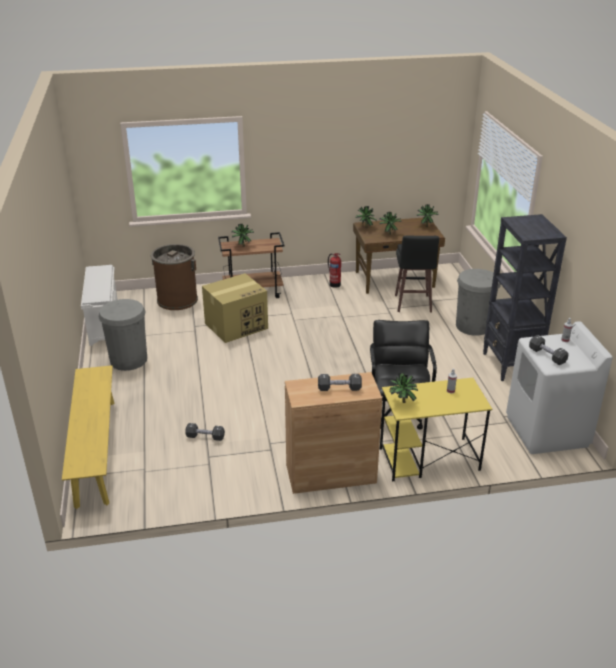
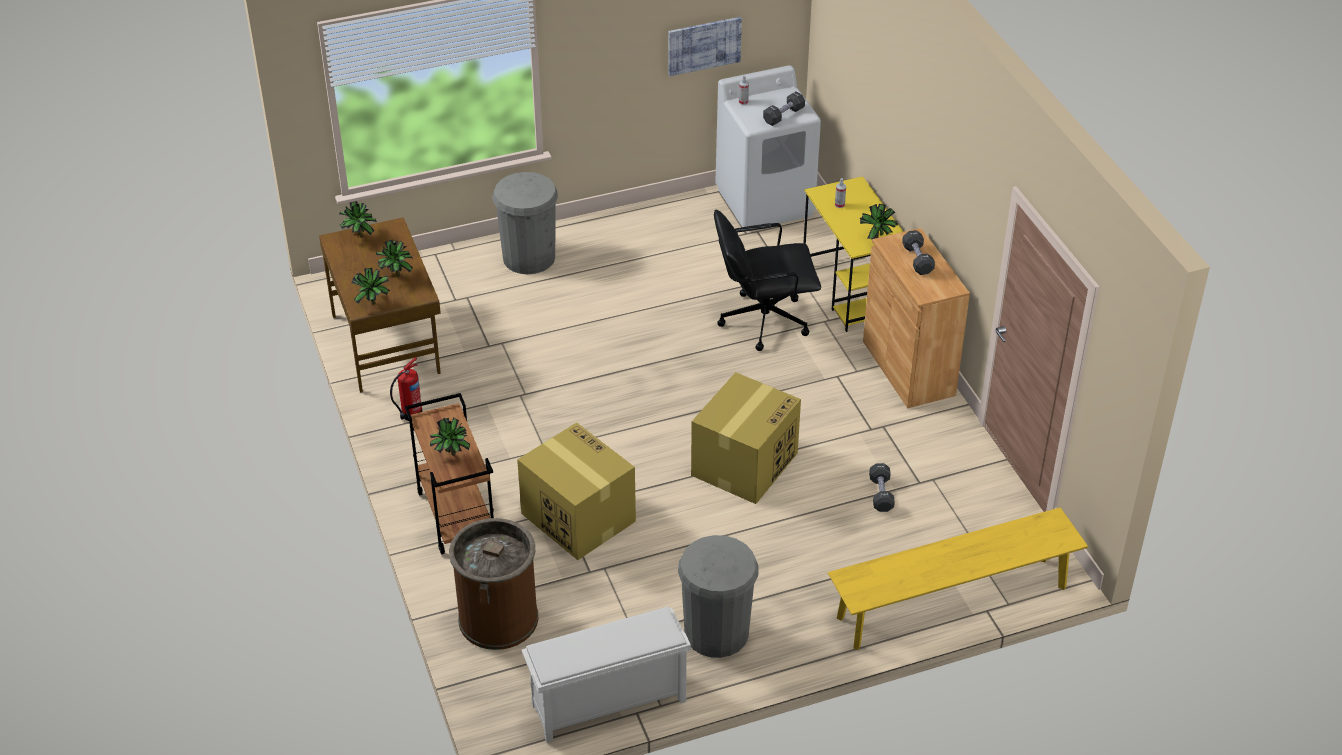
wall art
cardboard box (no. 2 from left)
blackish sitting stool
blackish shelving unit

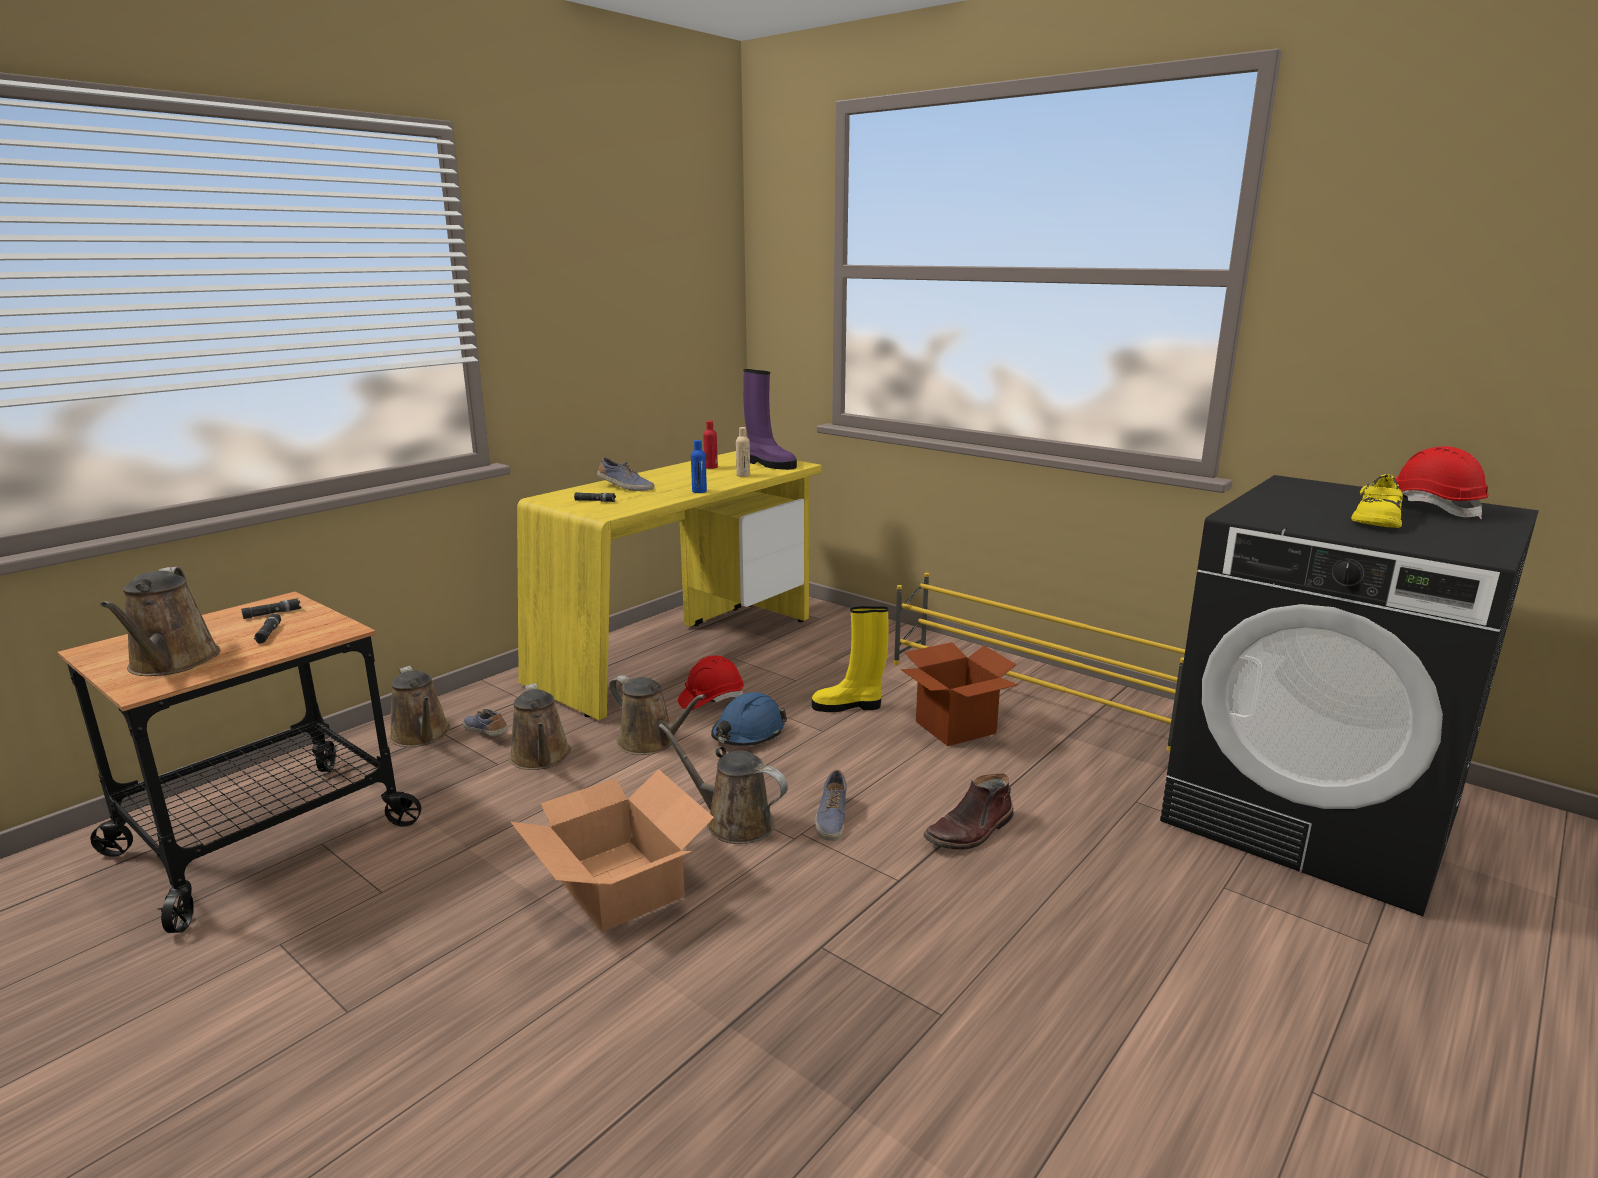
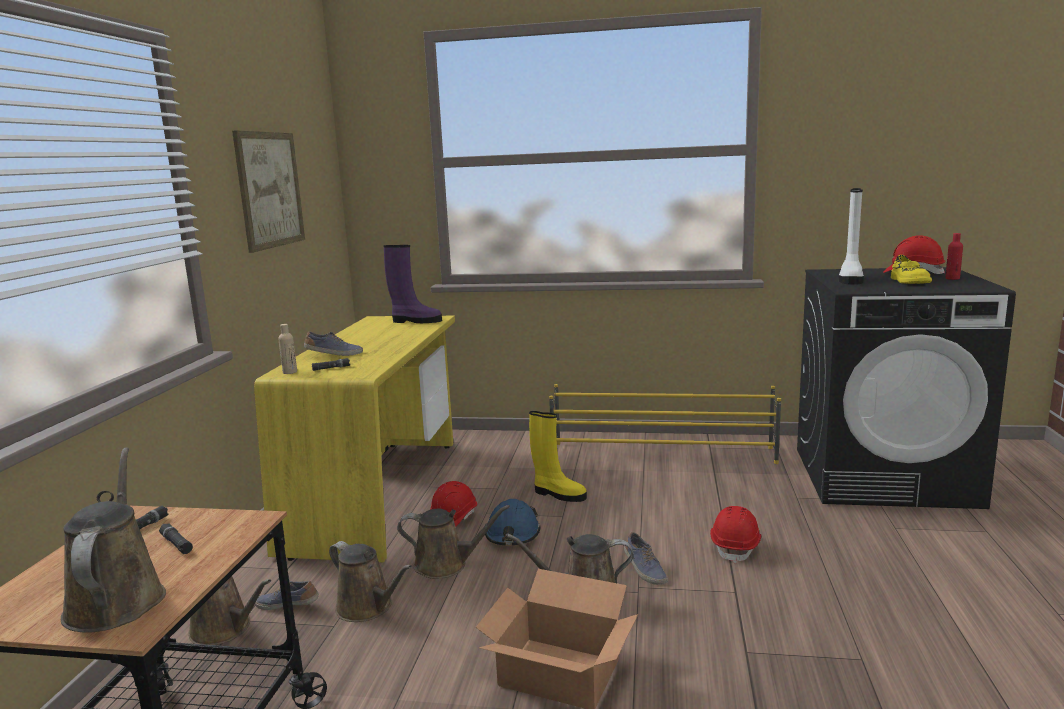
brownish sprinkling can (no. 1 from left)
wall art
beige beverage bottle
yellowish boot
red work helmet (no. 2 from left)
white-coloured boot
red beverage bottle
blue beverage bottle
cardboard box (no. 2 from left in the first image)

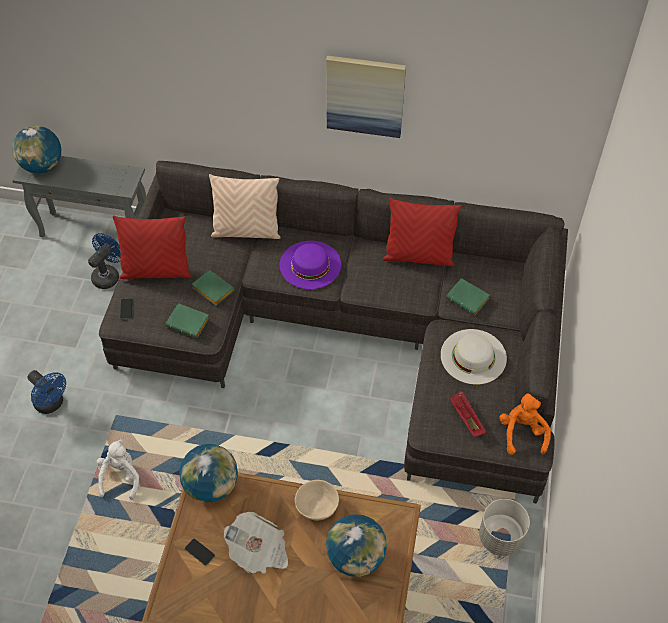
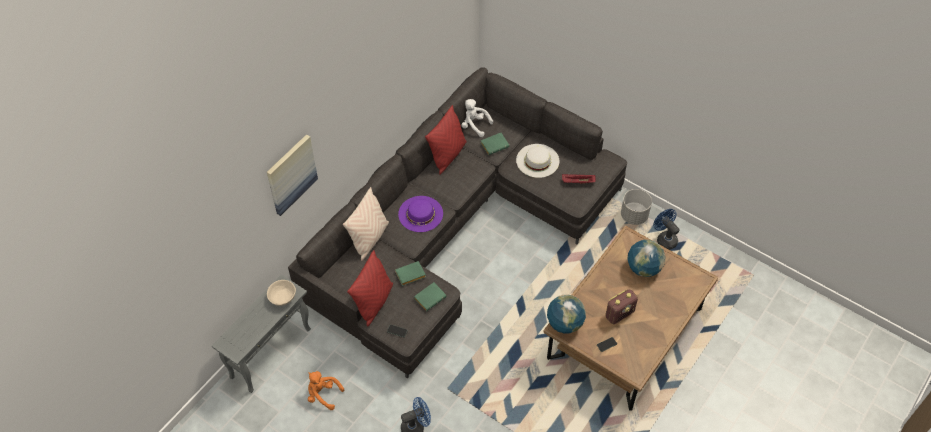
wall art
beige bowl
orangey plush toy
white-coloured plush toy
radio
blue electric fan (no. 2 from left)
world globe (no. 1 from left in the first image)

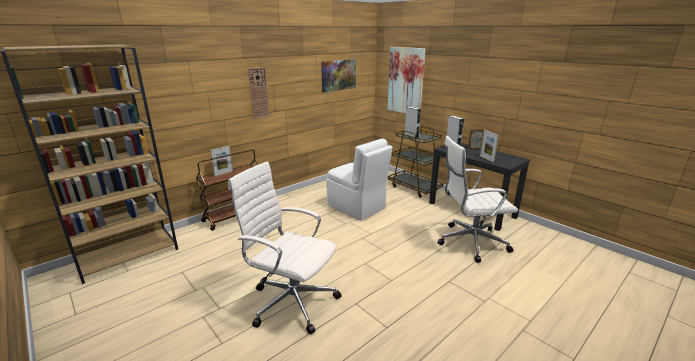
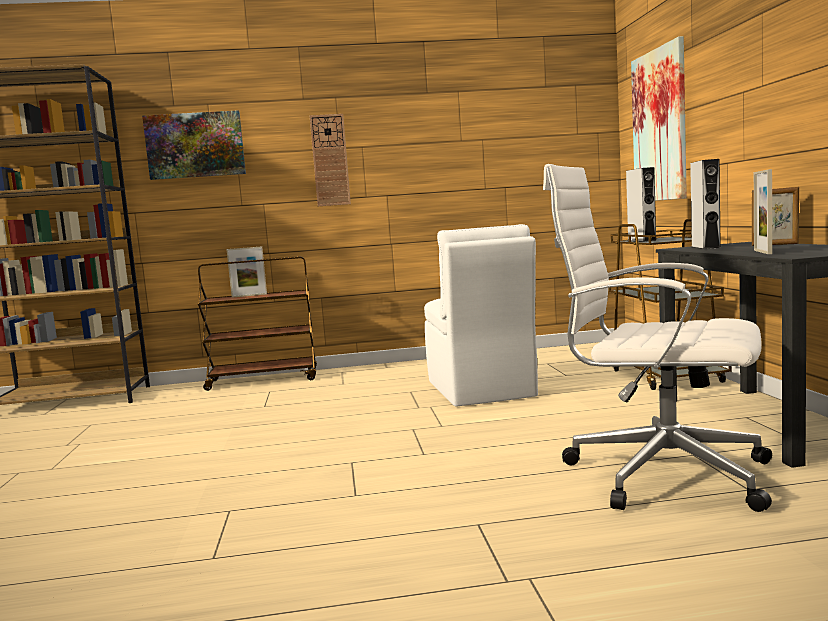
wall art (no. 1 from left)
white-coloured computer chair (no. 1 from left in the first image)

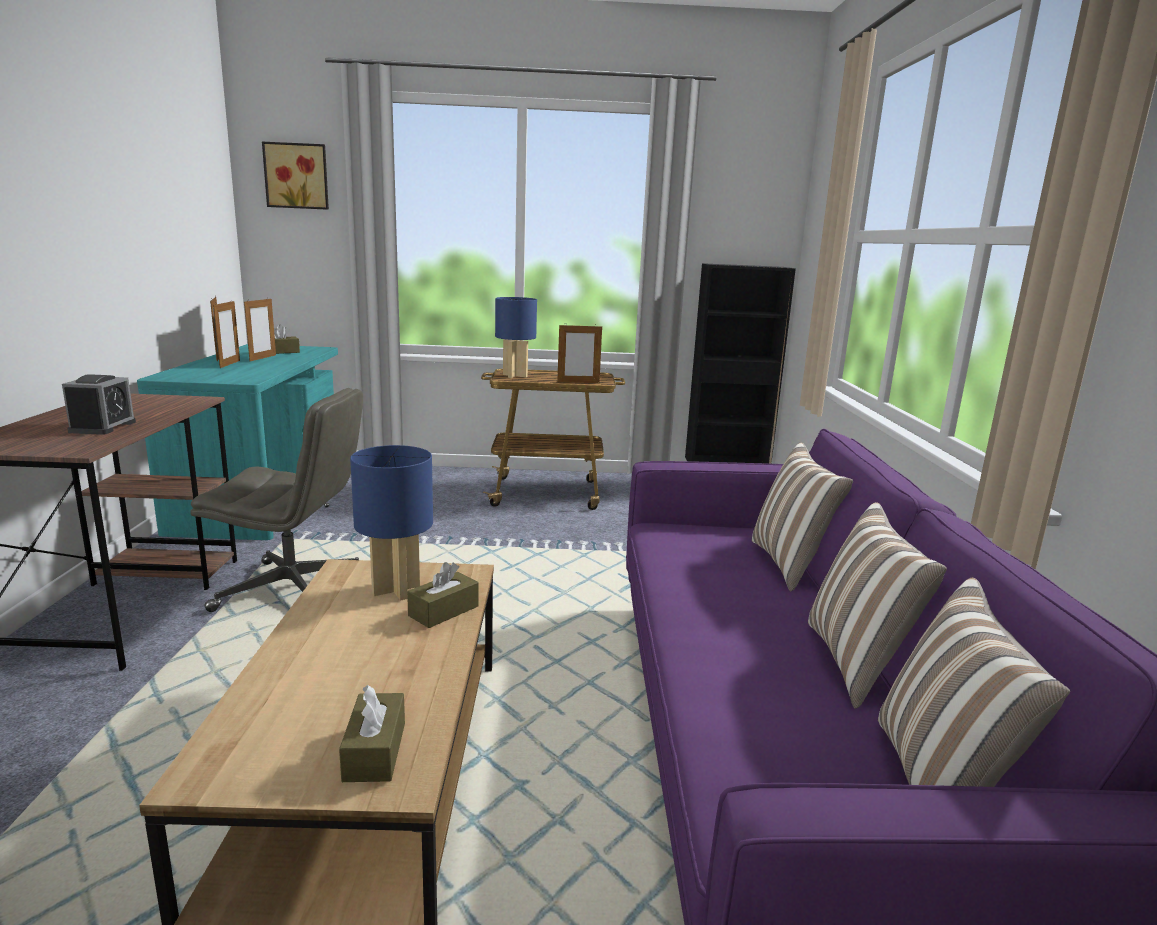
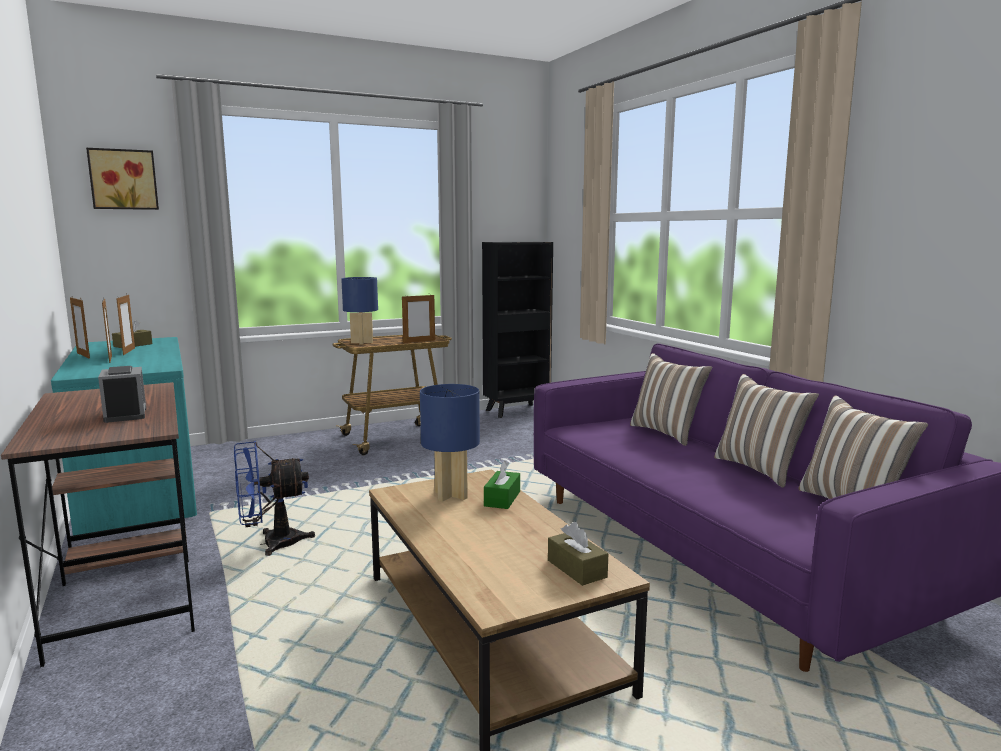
blue electric fan
green box of tissues

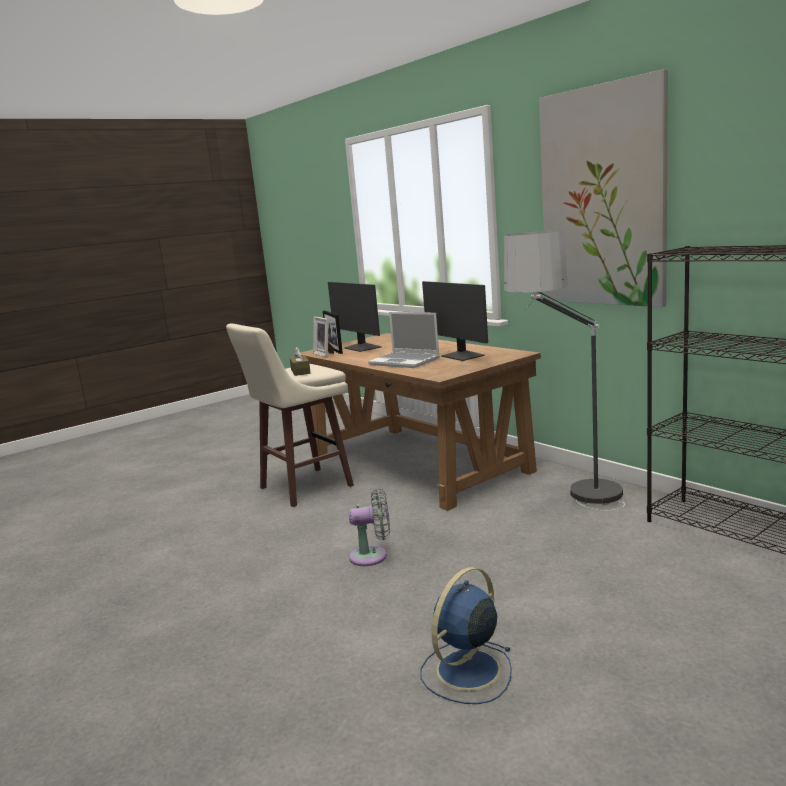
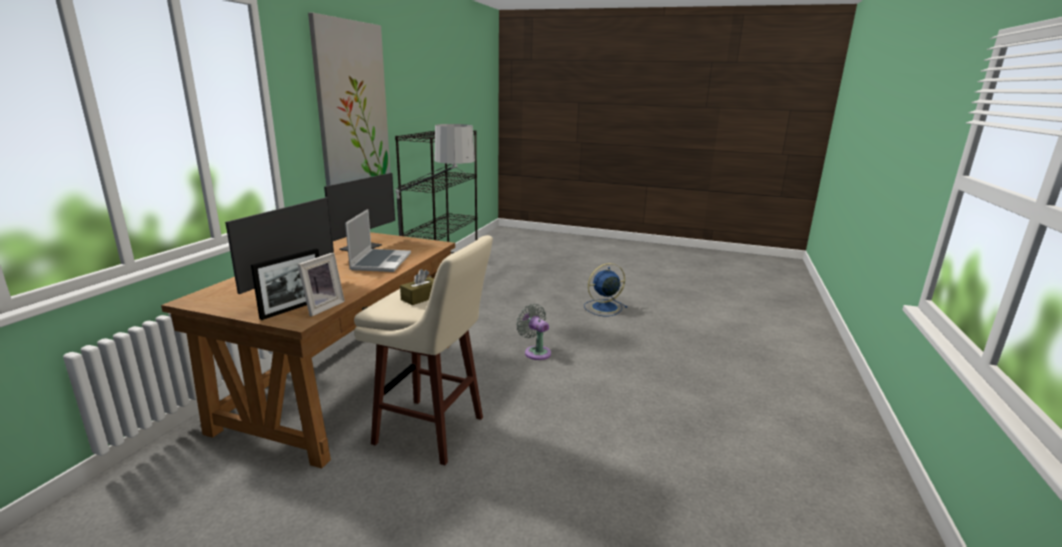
blue electric fan

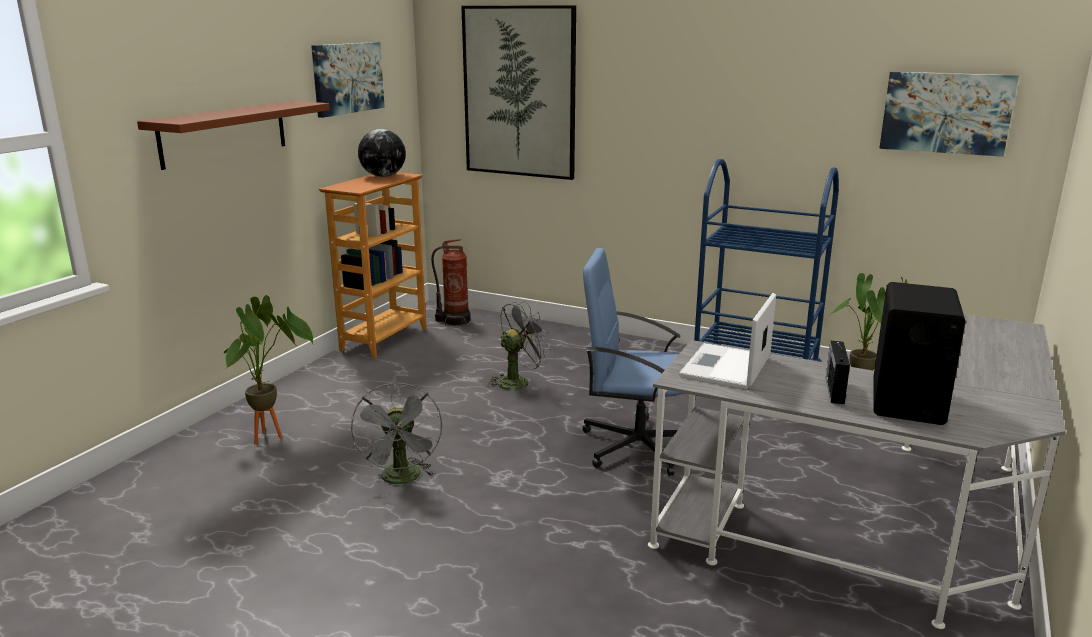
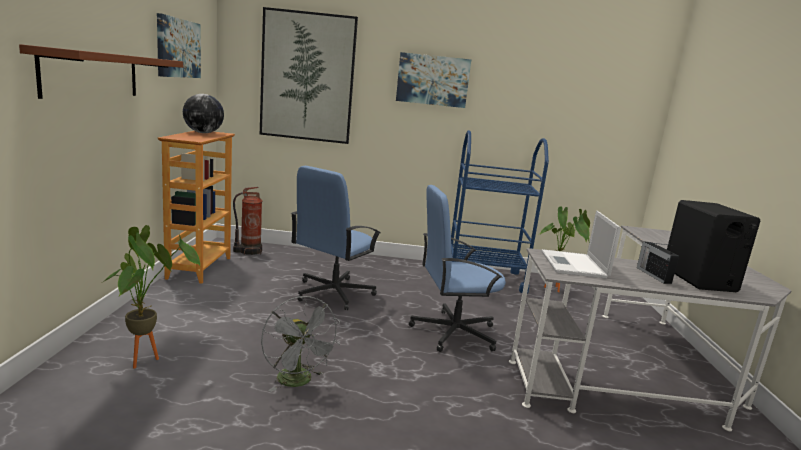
blue computer chair (no. 1 from left)
wall art (no. 3 from left)

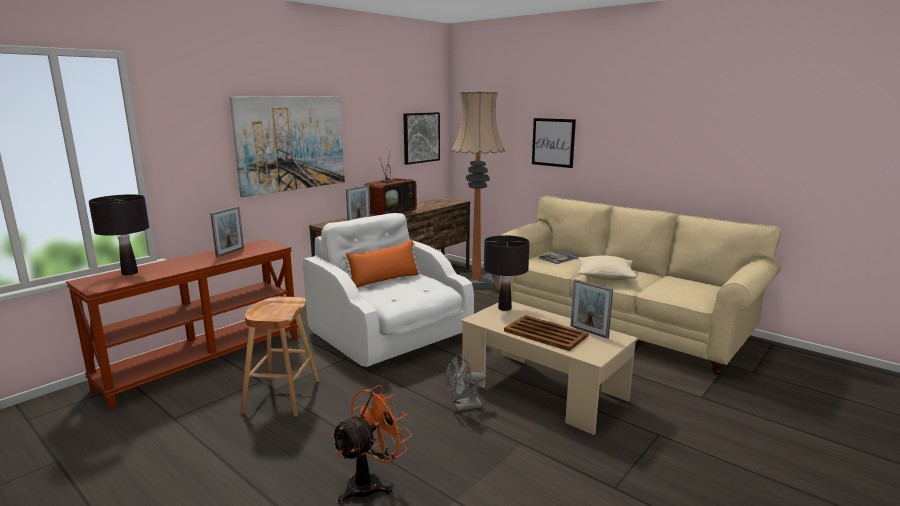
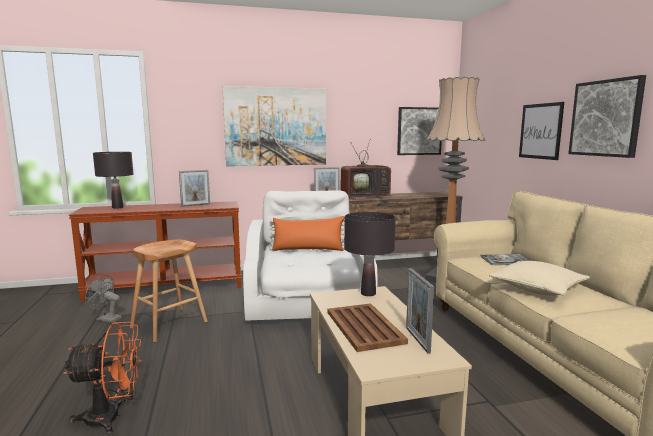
gray electric fan
wall art (no. 4 from left)

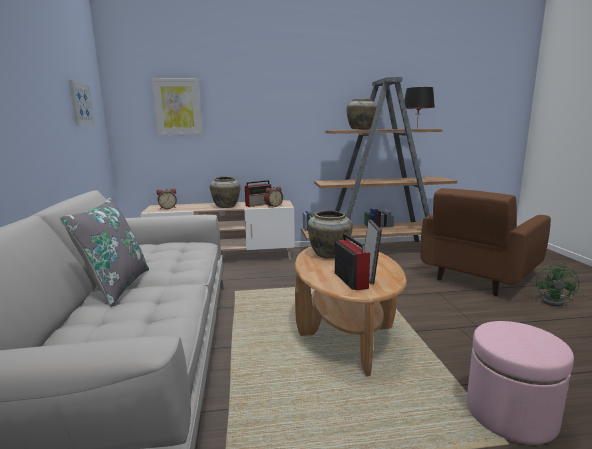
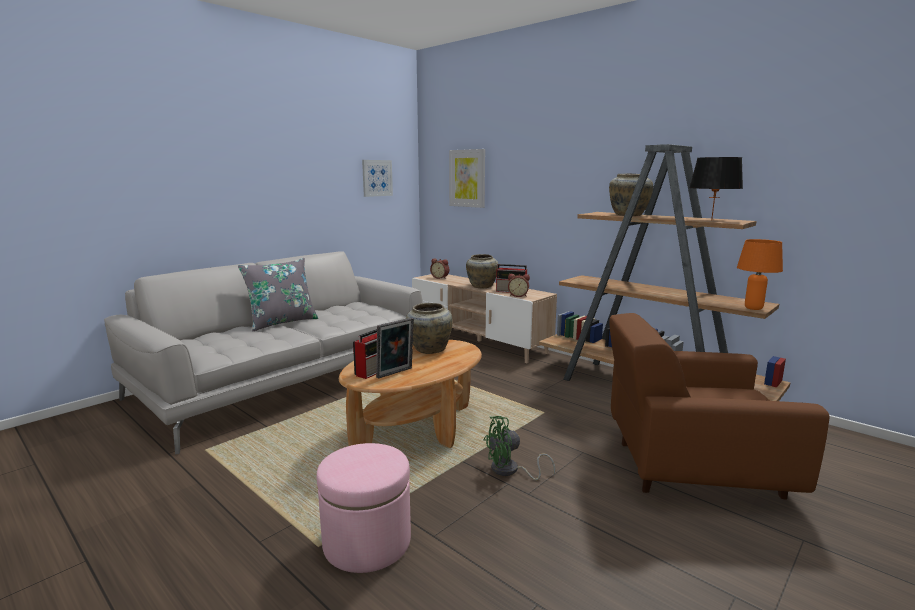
green electric fan
orangey tabletop lamp

